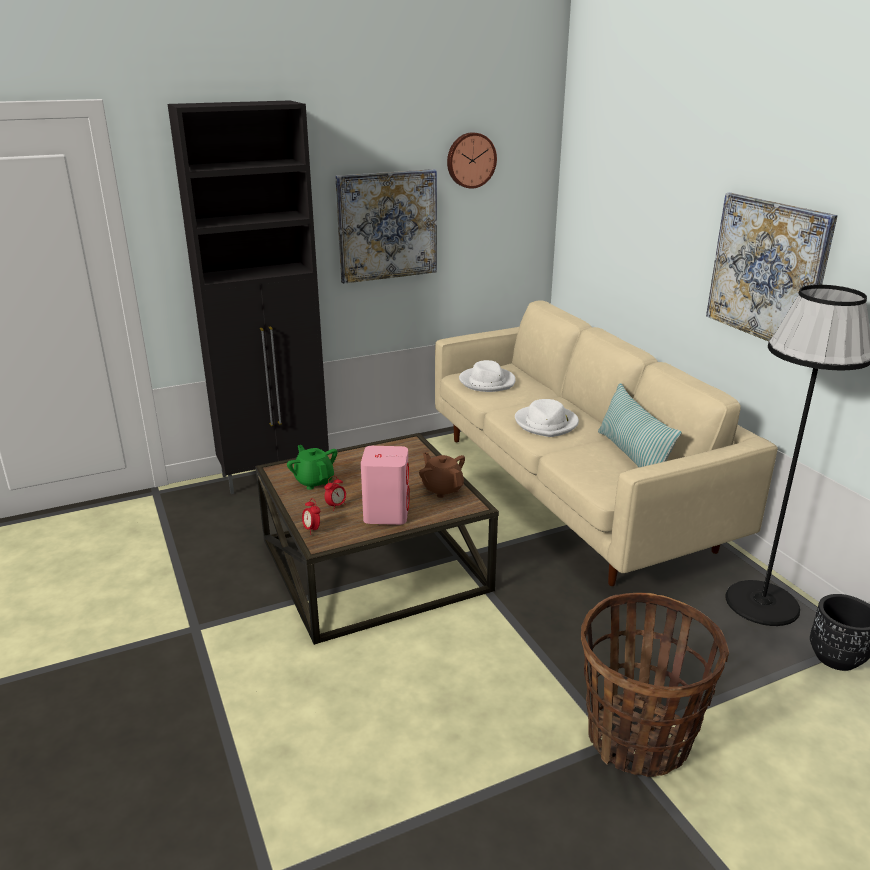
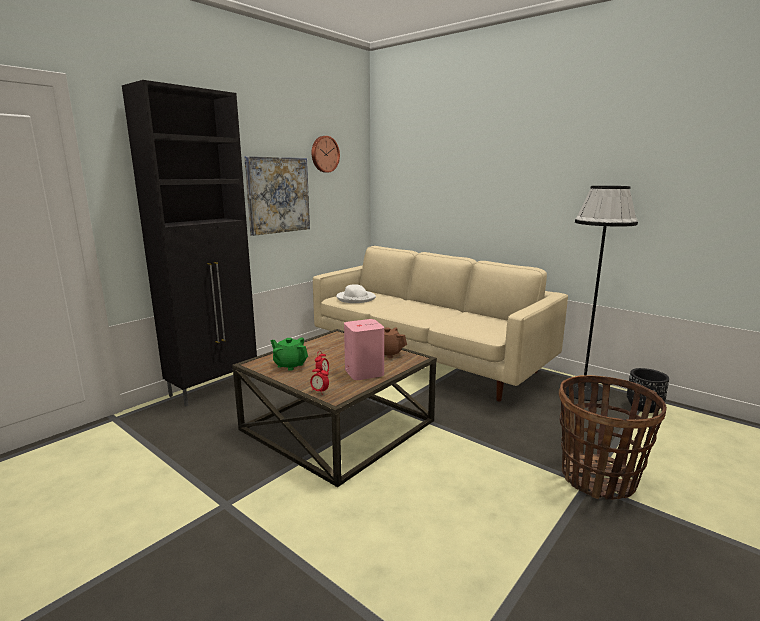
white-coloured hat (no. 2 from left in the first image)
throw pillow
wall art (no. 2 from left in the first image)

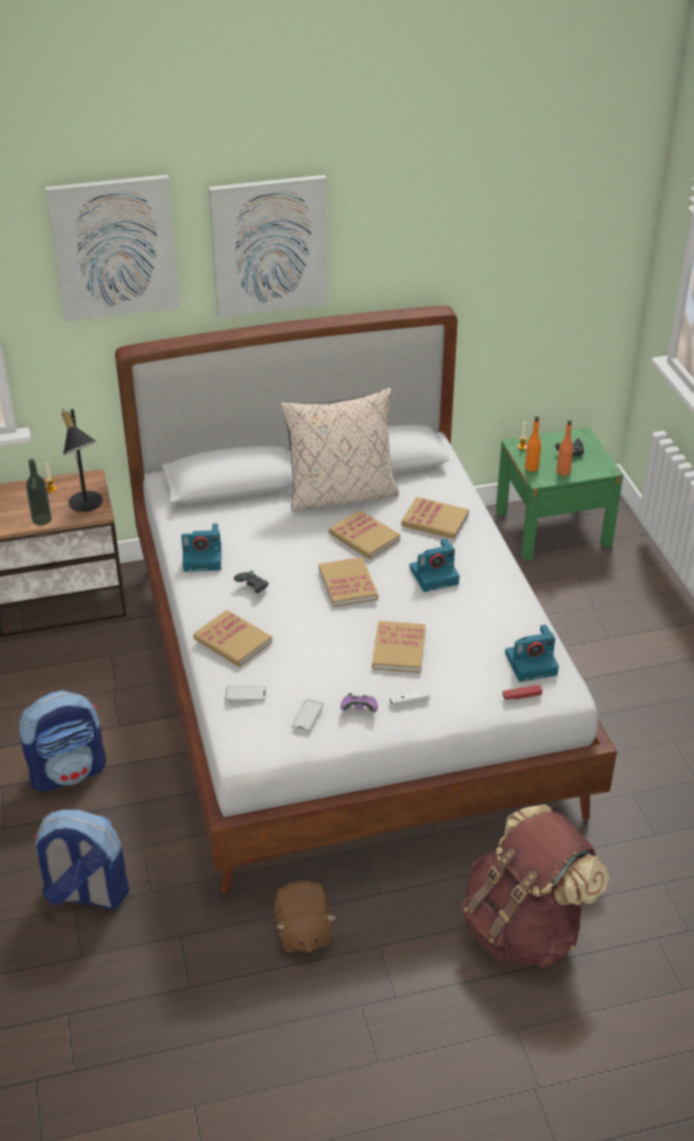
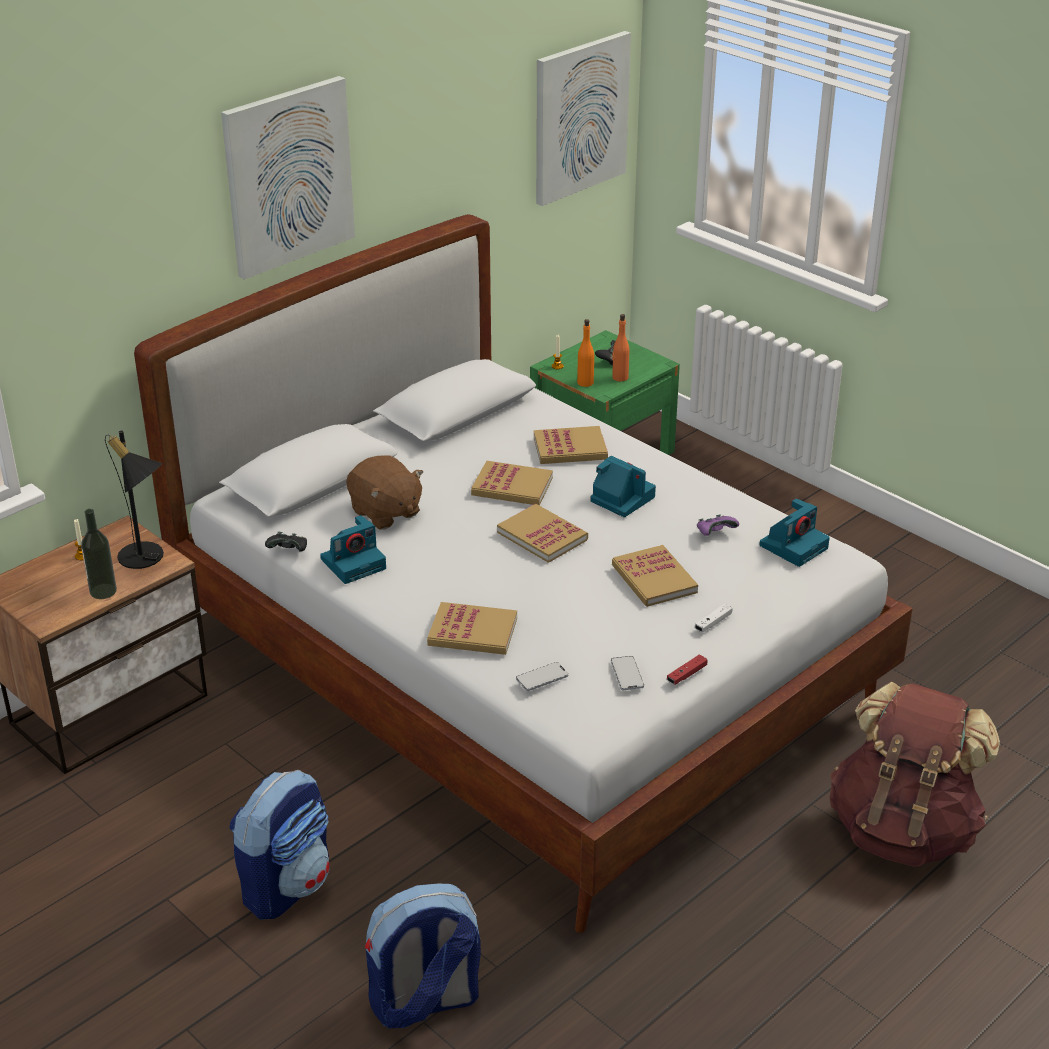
blackish gamepad (no. 1 from left)
brownish plush toy
wall art (no. 2 from left)
photo camera (no. 2 from left)
red gamepad
purplish gamepad
beige throw pillow

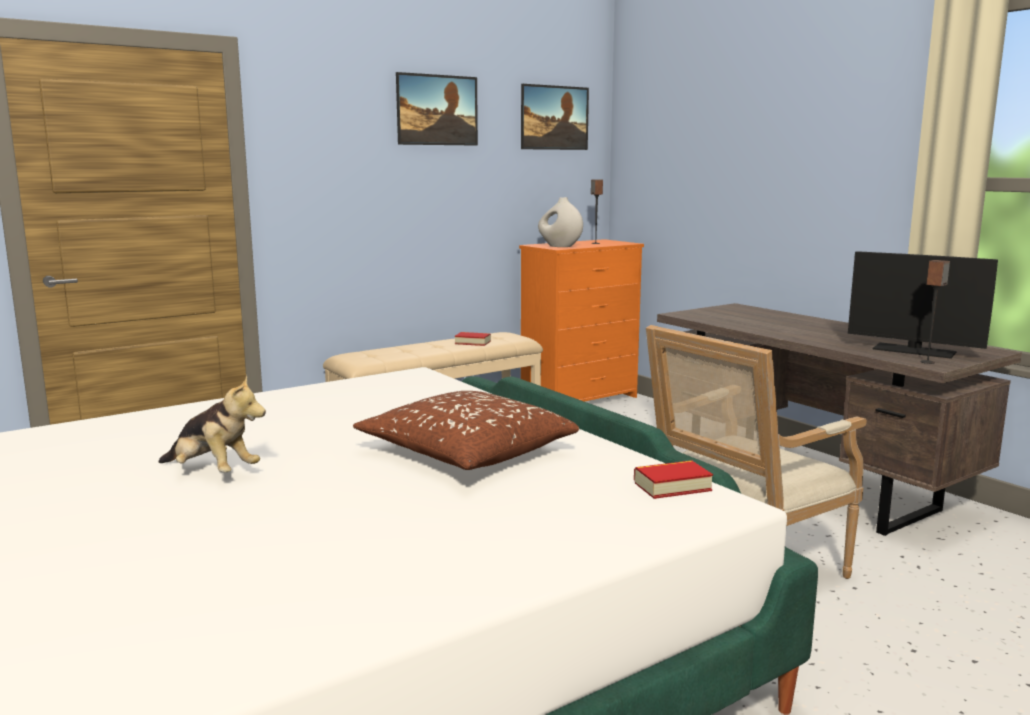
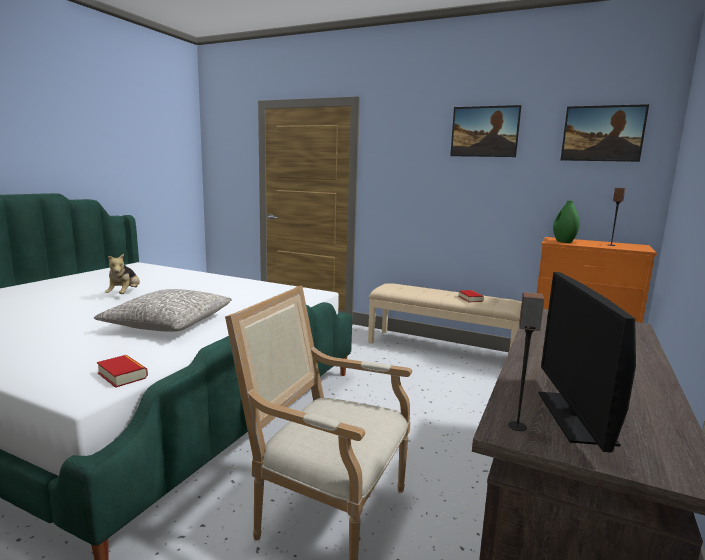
gray throw pillow
green decorative vase

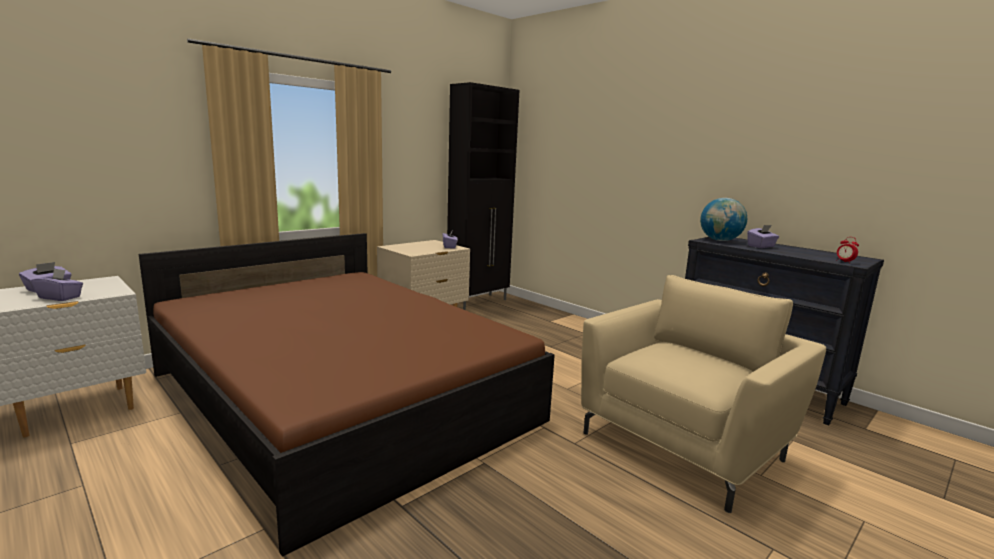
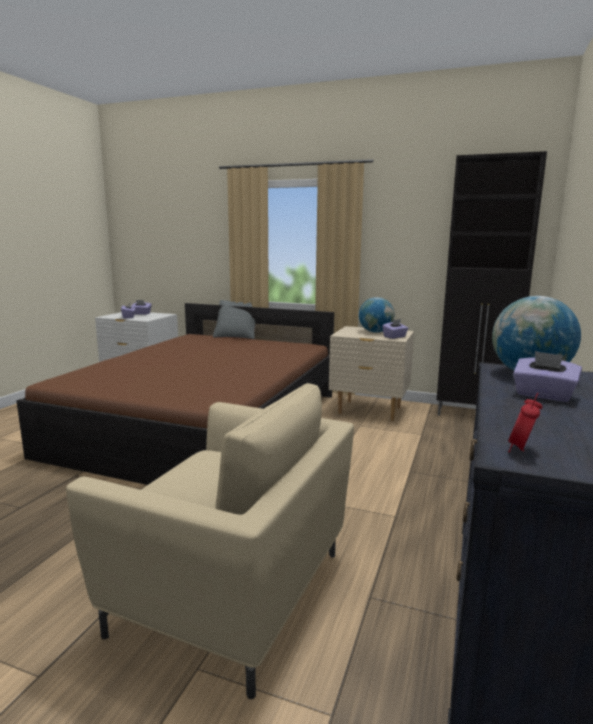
gray throw pillow
world globe (no. 1 from left)

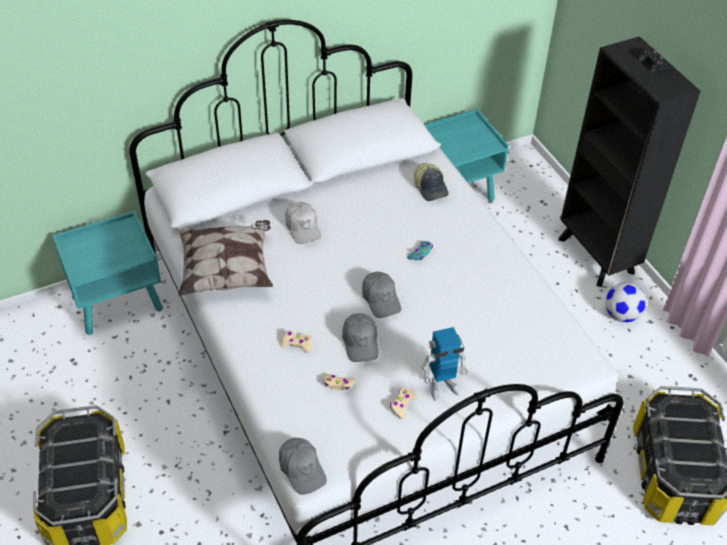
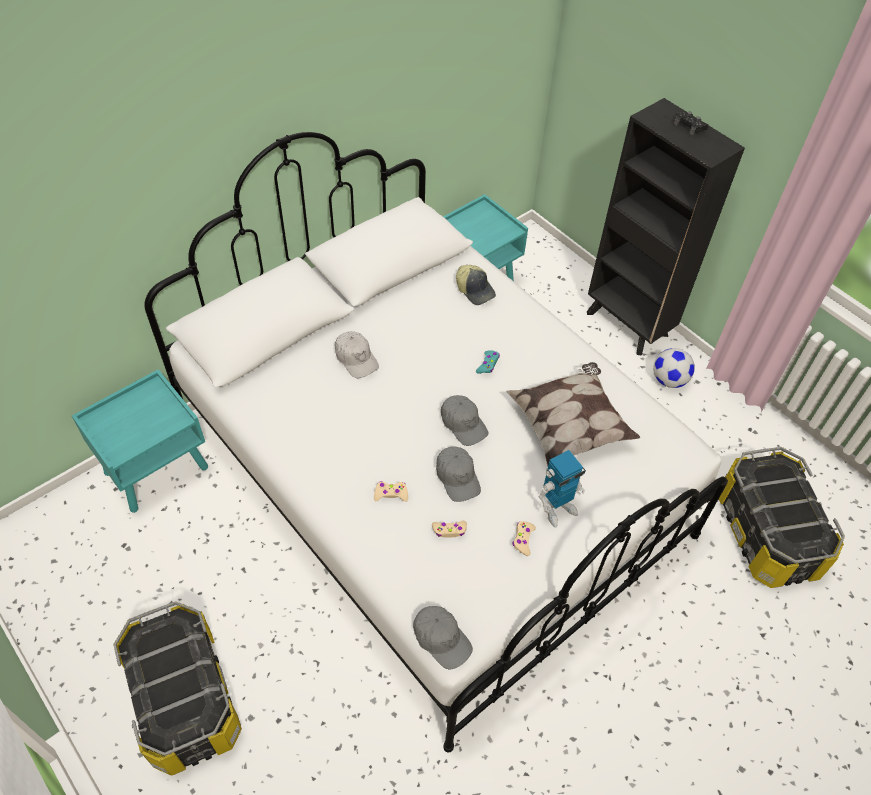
throw pillow

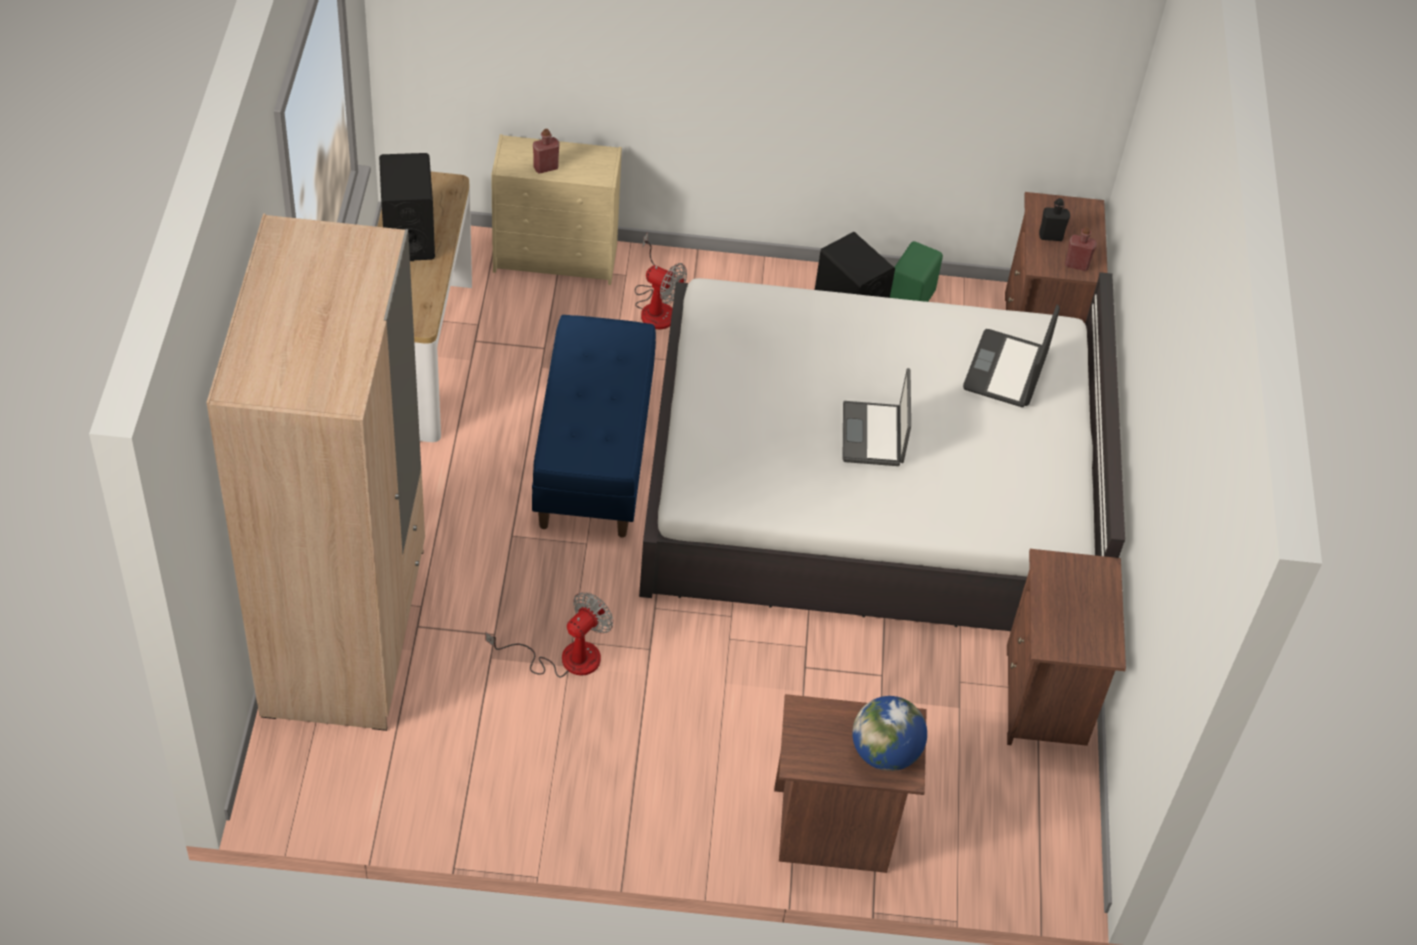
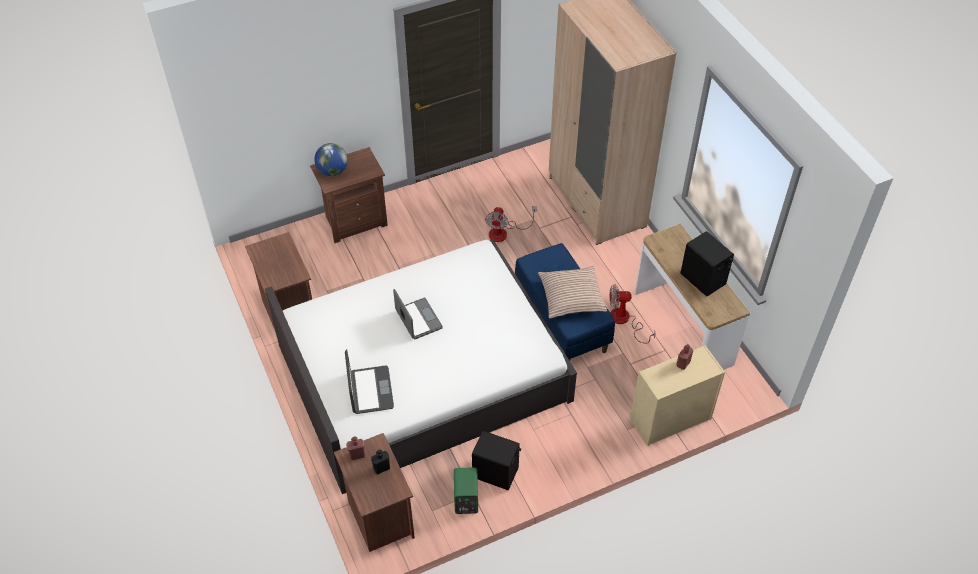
throw pillow
electric fan (no. 2 from left)

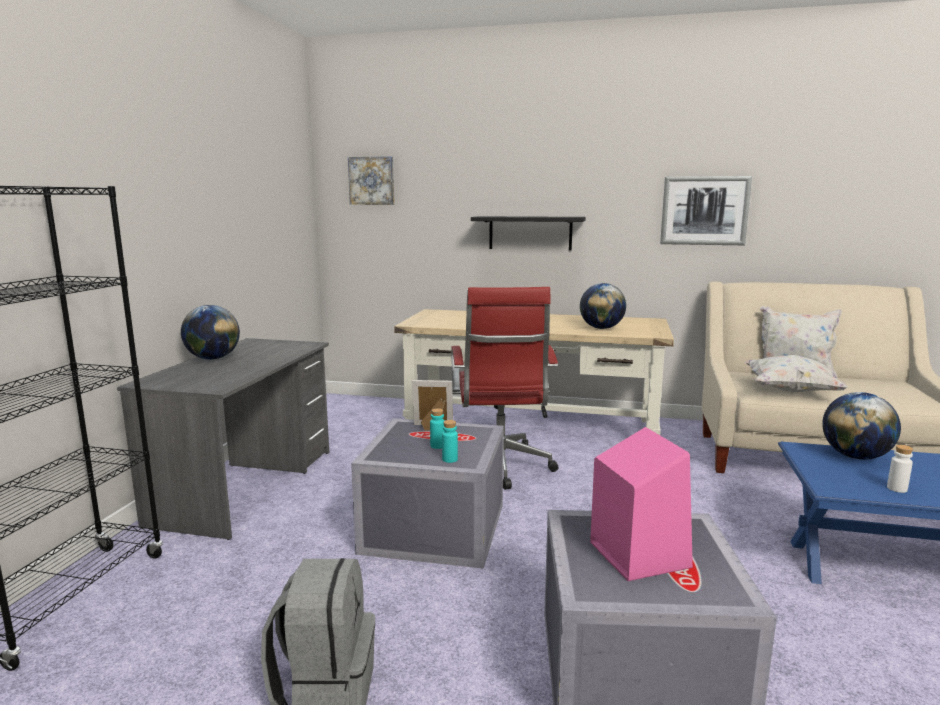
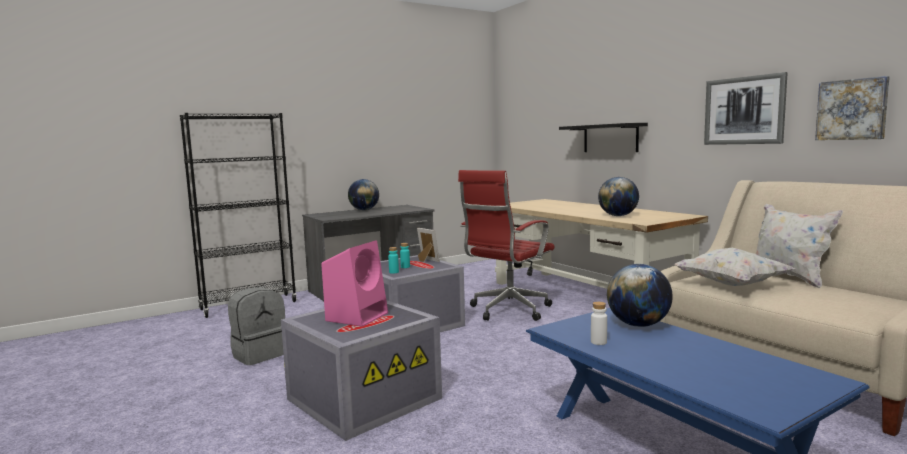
wall art (no. 2 from left)

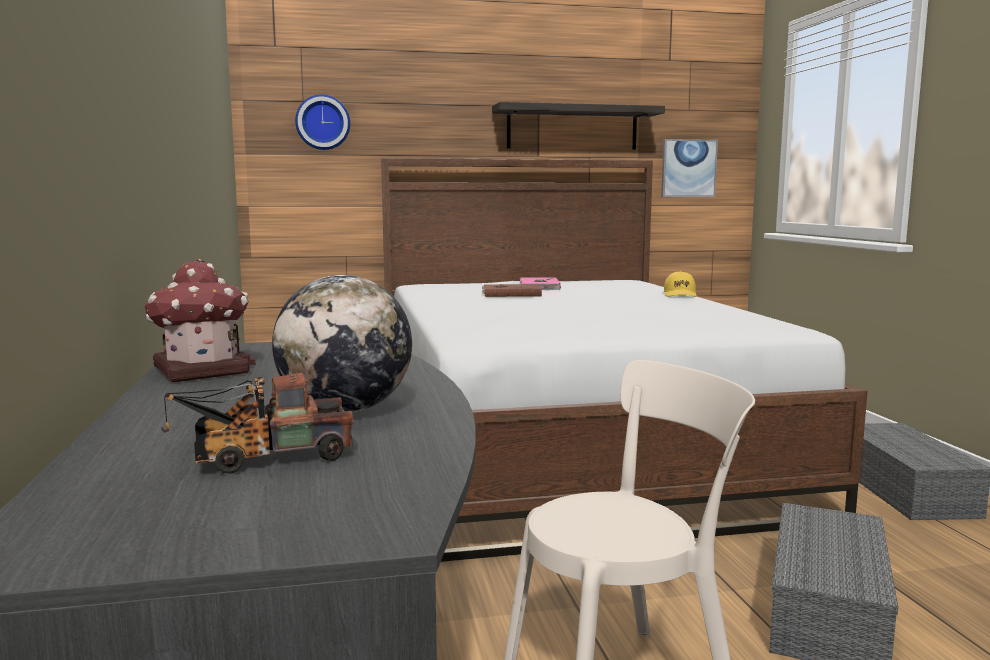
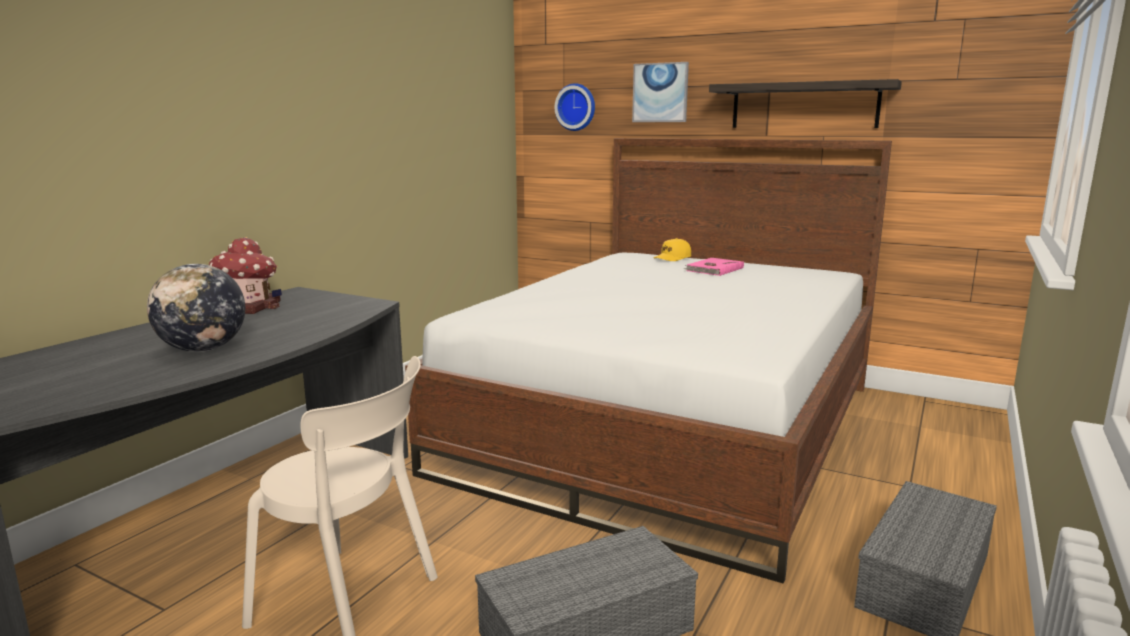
wall art
yellowish peaked cap
toy lorry
brownish volume

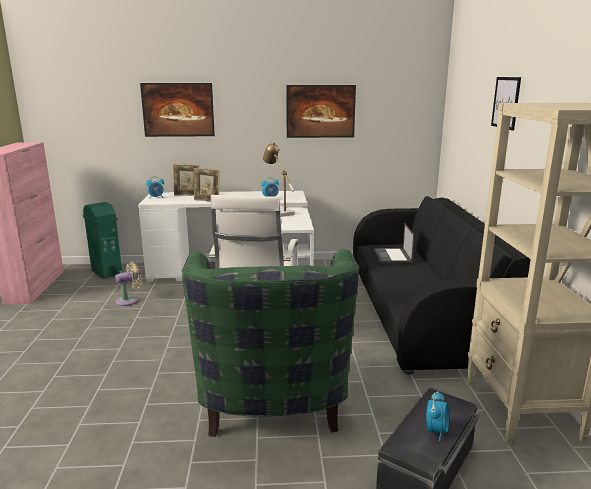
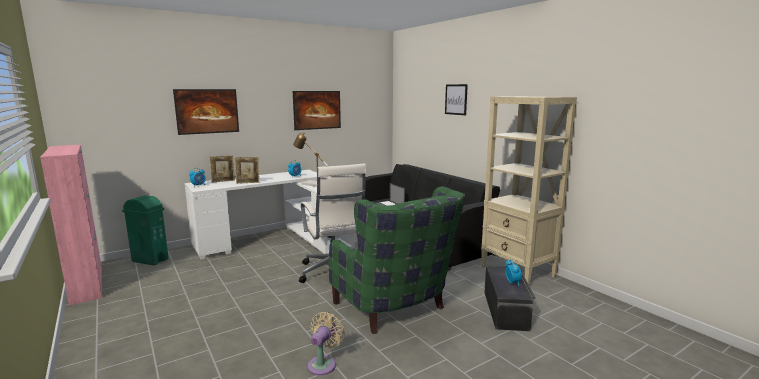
beige electric fan

